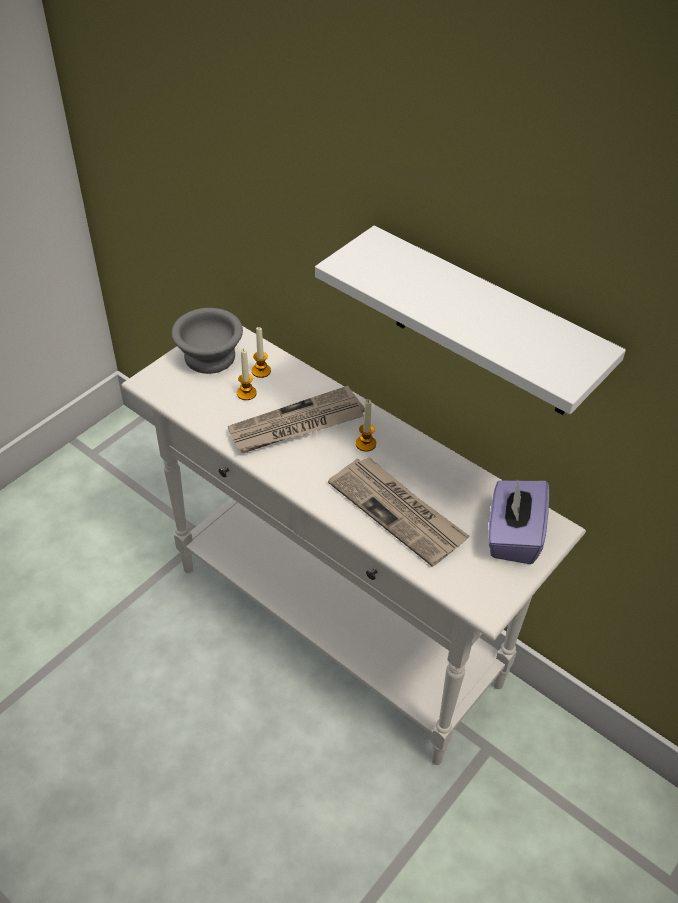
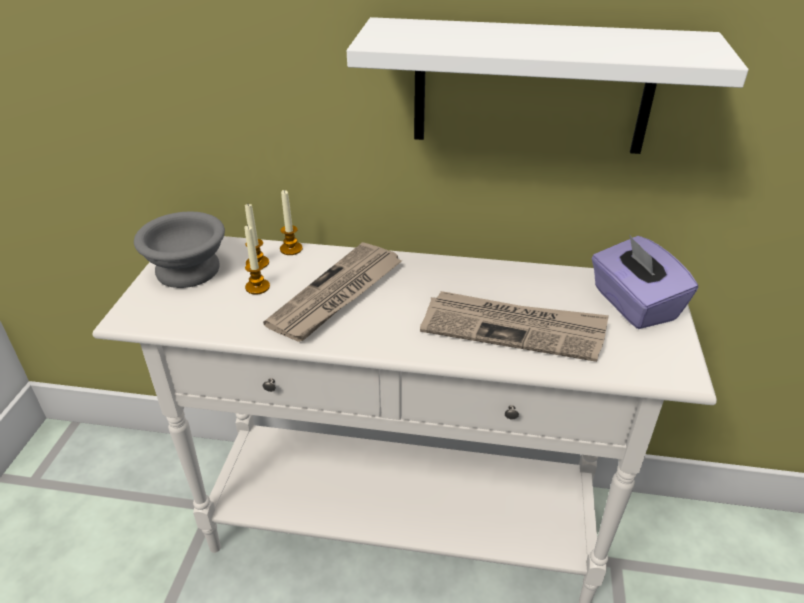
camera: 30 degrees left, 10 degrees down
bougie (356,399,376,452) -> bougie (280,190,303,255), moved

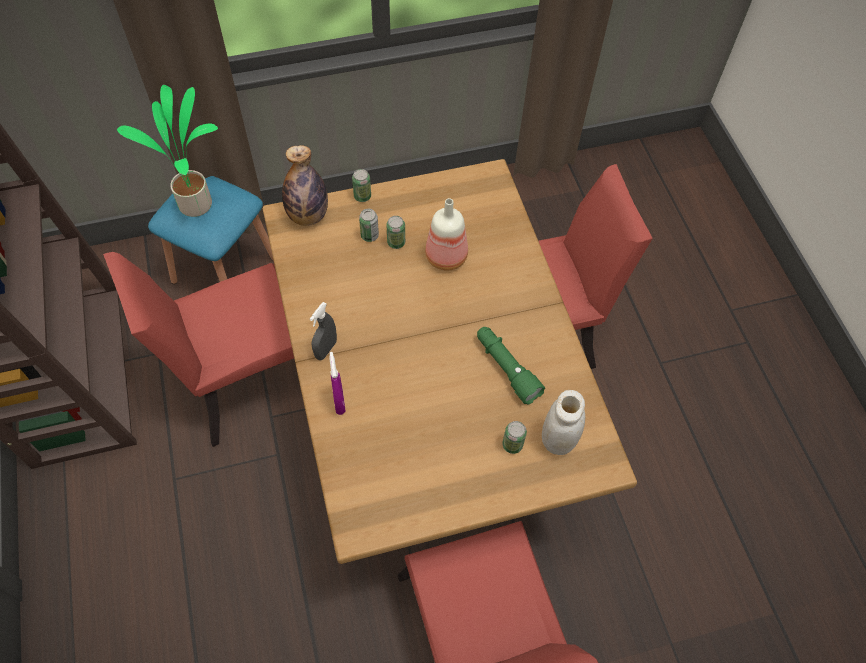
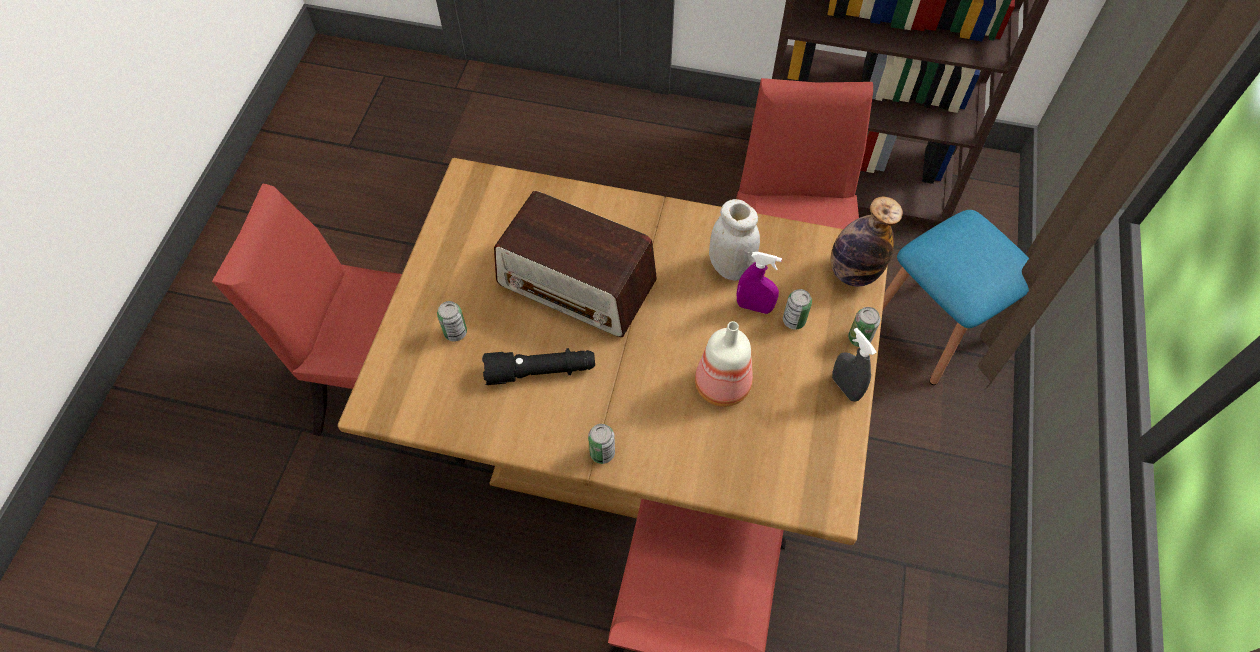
camera: 120 degrees right, 0 degrees up
plante en pot (117,85,218,217) -> none
vaporisateur [gris] (310,302,337,360) -> vaporisateur [gris] (832,328,877,402), moved
vaporisateur [violet] (330,352,346,415) -> vaporisateur [violet] (736,252,782,314), moved
boîte métallique (386,216,405,249) -> boîte métallique (588,424,615,464), moved
lampe de poche [vert] (477,327,545,405) -> lampe de poche [noir] (482,348,595,385)
bocal [blanc] (542,390,585,455) -> bocal [blanc] (709,199,760,281), moved
none -> radio (494,191,657,337)

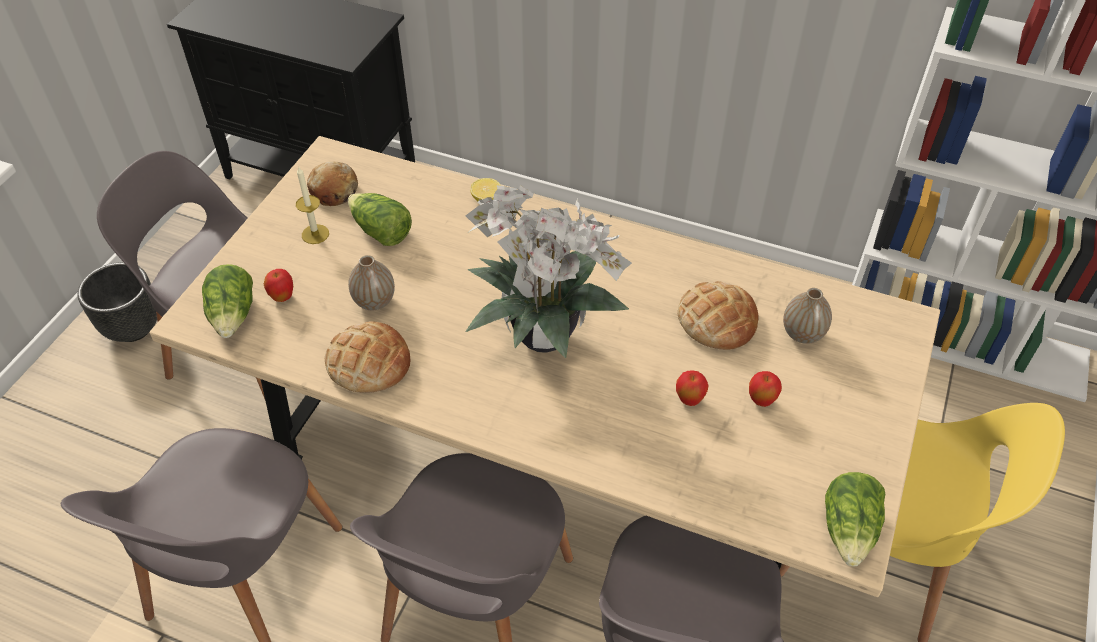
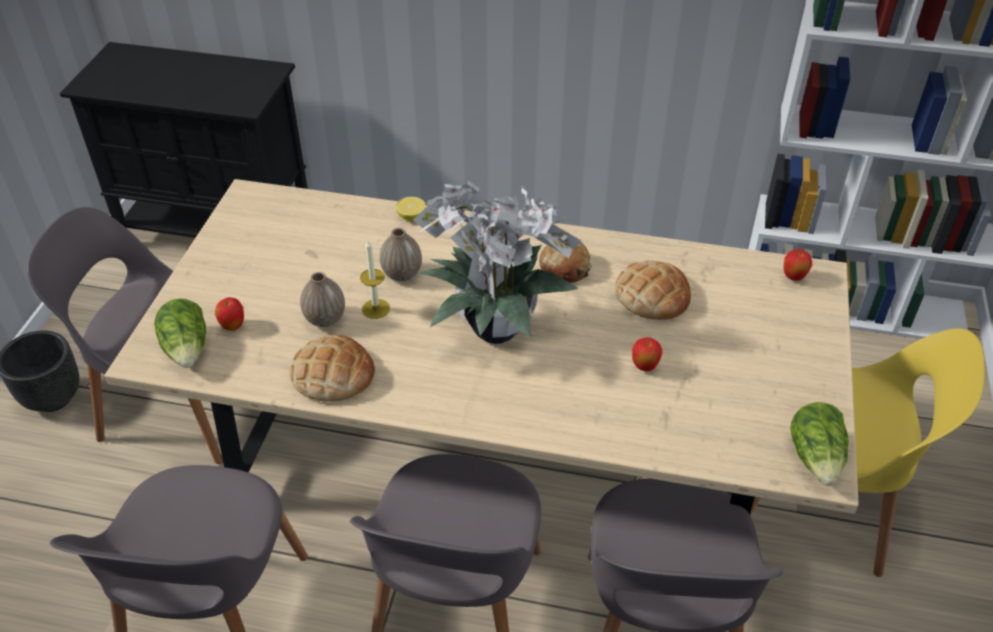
camera: 10 degrees left, 5 degrees down
bougie (296,166,329,244) -> bougie (360,240,390,319), moved
pain (307,162,358,206) -> pain (539,241,592,283), moved
laitue (348,193,412,246) -> none
pomme (749,371,782,407) -> pomme (783,249,812,281), moved
vase (783,288,832,344) -> vase (380,228,422,282), moved

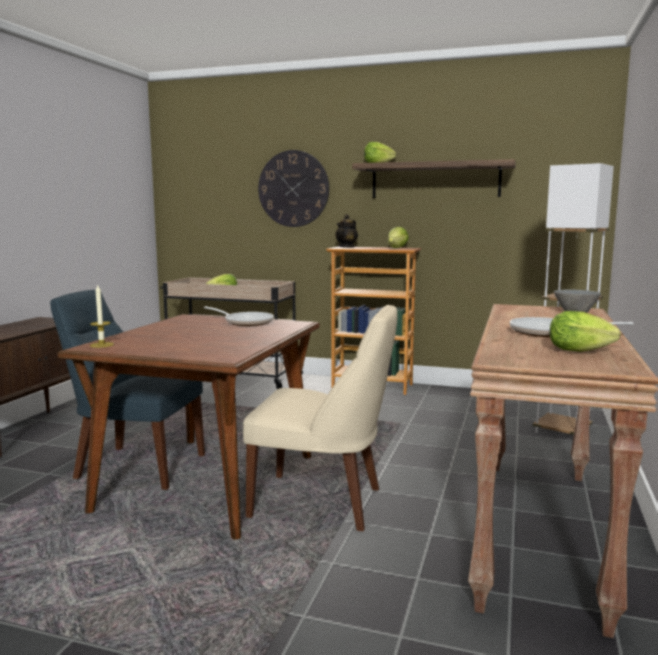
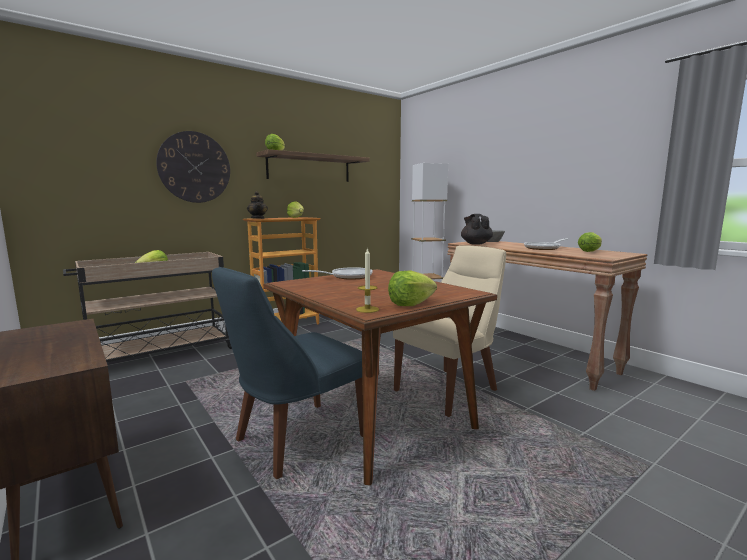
camera: 55 degrees left, 0 degrees up
none -> laitue (388,270,437,306)
none -> théière [noir] (461,214,493,245)

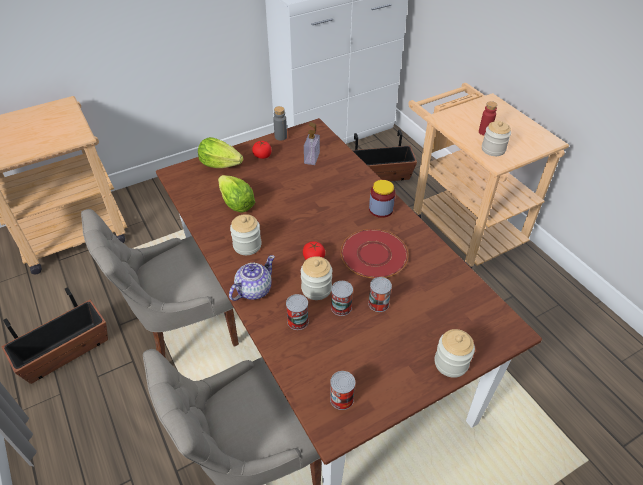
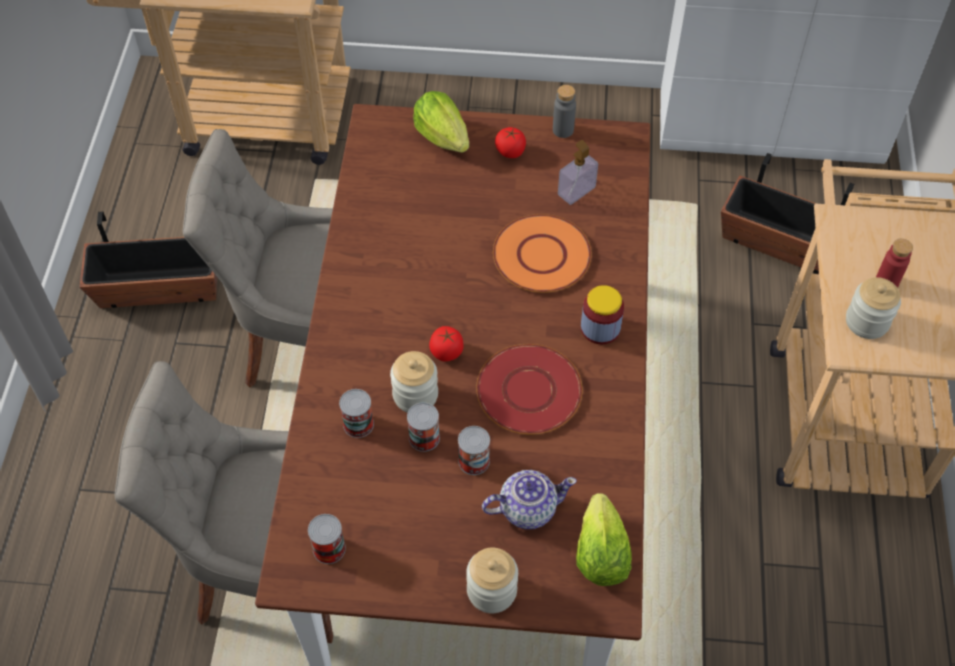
camera: 35 degrees right, 10 degrees up
laitue (218,175,255,213) -> laitue (576,493,632,586), moved
théière (229,255,275,301) -> théière (482,470,577,529), moved
bocal (230,214,262,255) -> none
none -> assiette [orange] (493,214,592,293)

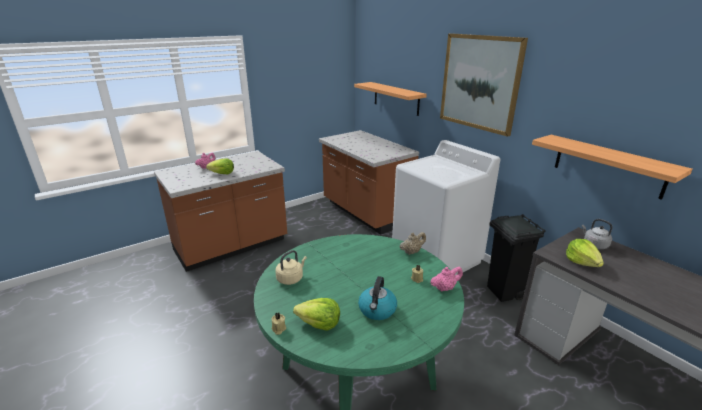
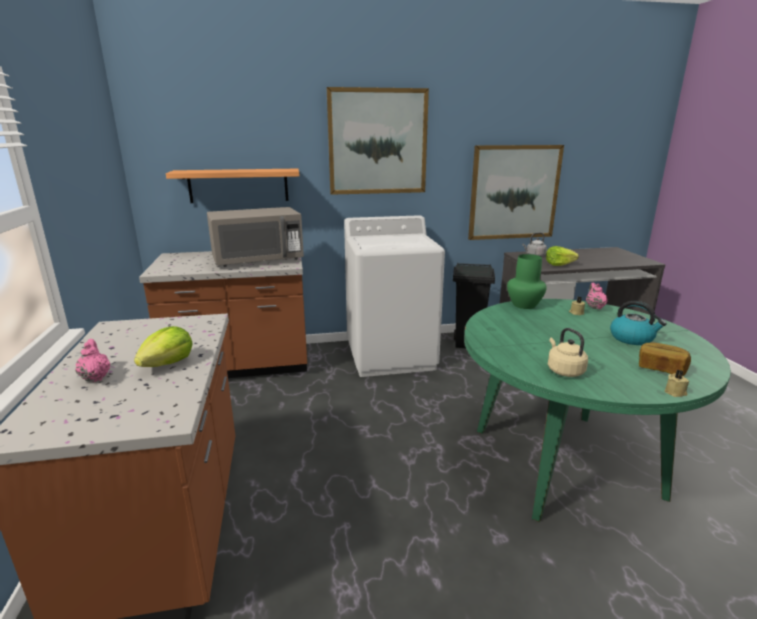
camera: 65 degrees left, 5 degrees down
laitue (293,298,340,331) -> pain (639,343,691,376)
théière [beige] (399,232,426,255) -> vase [vert] (507,254,547,309)
étagère (532,135,693,200) -> tableau (468,145,564,240)
none -> micro-ondes [gris] (207,207,304,267)

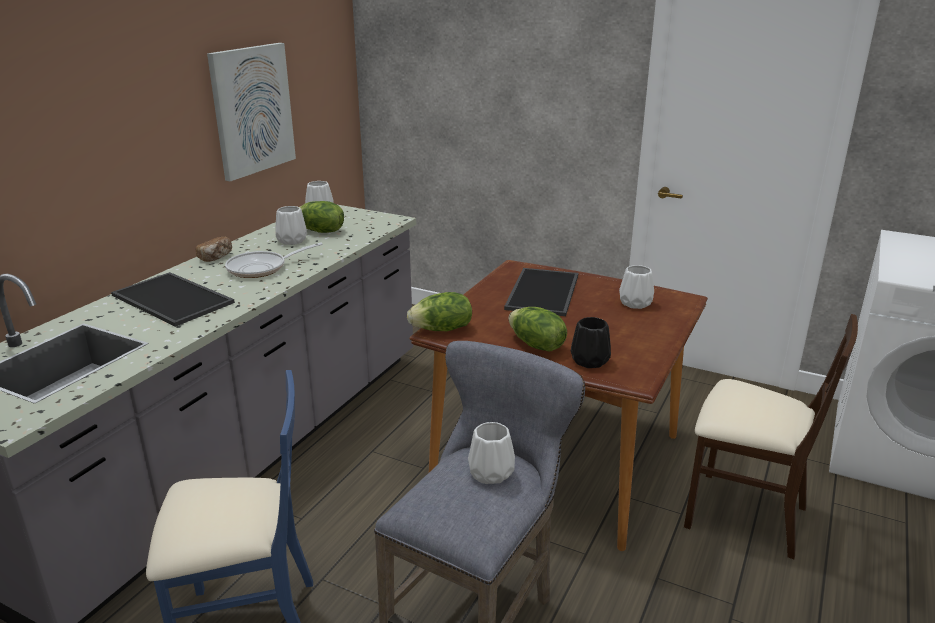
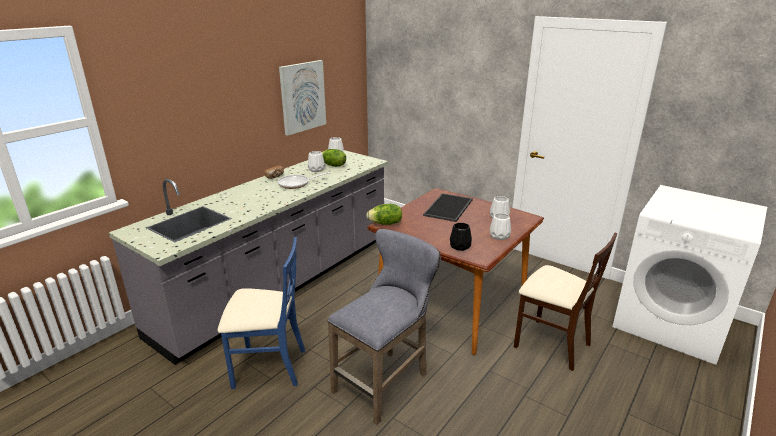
camera: 10 degrees right, 0 degrees up
plateau (111,272,235,327) -> none
vase [blanc] (468,422,515,484) -> vase [blanc] (490,213,511,240), moved
laitue (508,307,567,352) -> none

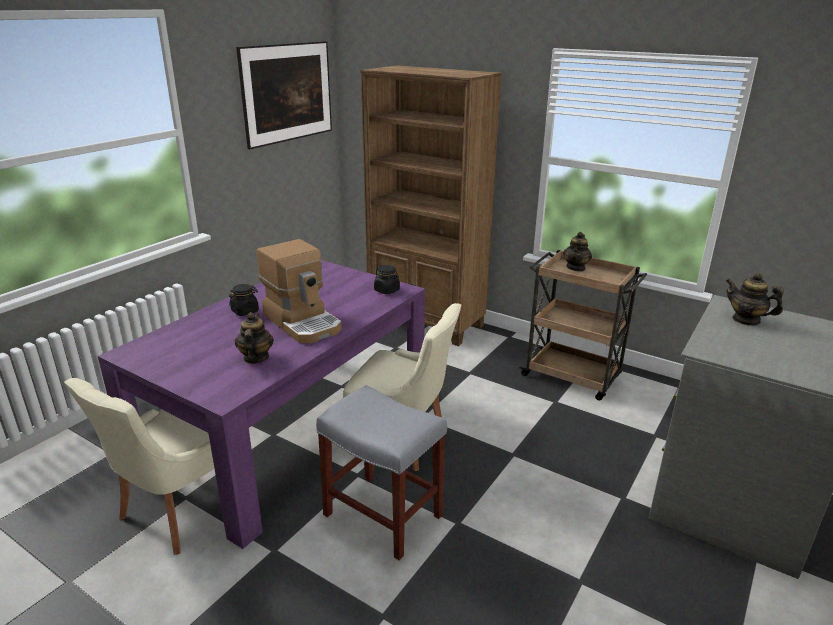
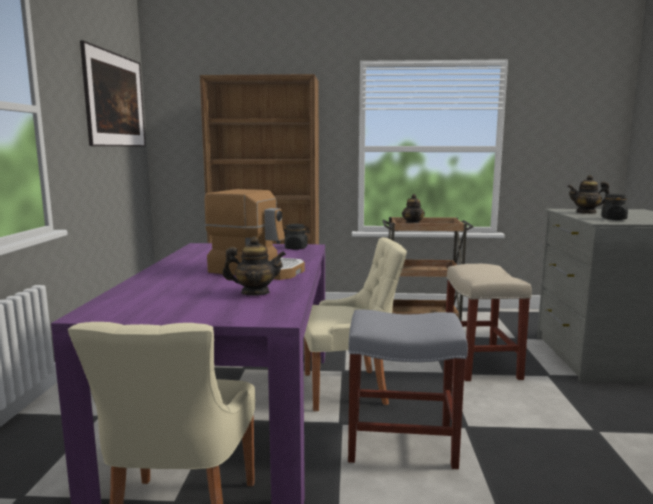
camera: 30 degrees left, 15 degrees down
bocal [noir] (229,284,259,316) -> bocal [noir] (601,194,628,220), moved
théière (235,312,274,364) -> théière (222,237,286,296), 120 degrees clockwise
none -> tabouret [beige] (446,264,532,381)

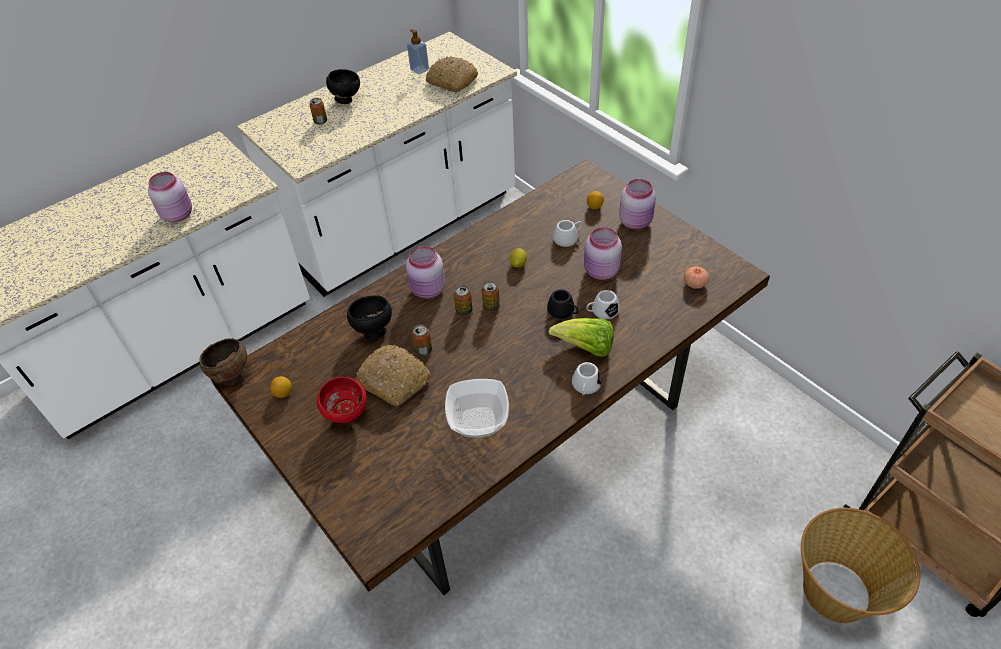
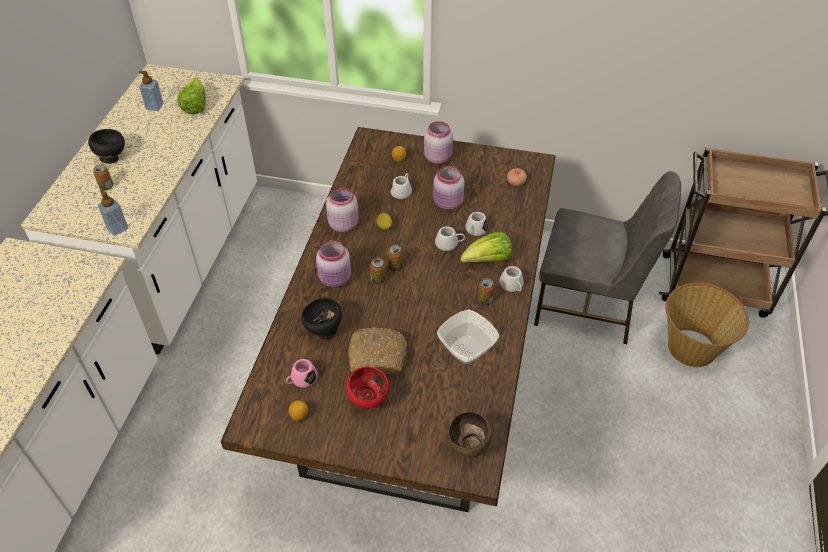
camera: 40 degrees left, 0 degrees up
bocal [rose] (148,172,192,223) -> bocal [rose] (326,187,359,233), moved
bol [marron] (199,338,247,385) -> bol [marron] (447,411,492,457), moved
boîte métallique (412,324,432,356) -> boîte métallique (478,278,495,305), moved
pain (426,56,478,92) -> laitue (177,77,206,114)
mug [noir] (547,289,578,319) -> mug [blanc] (435,226,465,251)
none -> distributeur de savon (98,190,128,236)
none -> mug [rose] (286,359,318,388)
none -> chaise [gris] (534,171,681,344)

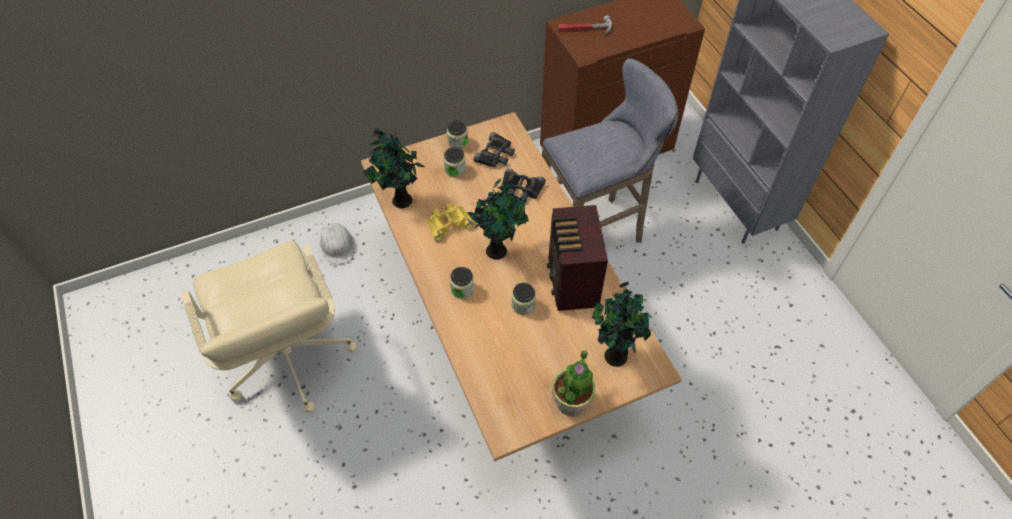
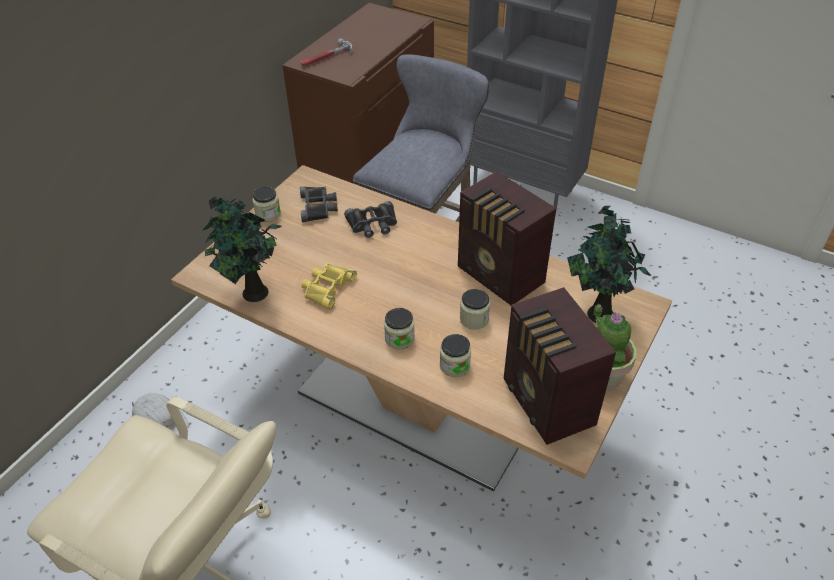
camera: 35 degrees left, 10 degrees down
bocal (444,147,466,177) -> bocal (440,334,471,377), moved
plante en pot (467,178,529,260) -> none
none -> radio (504,287,616,445)

